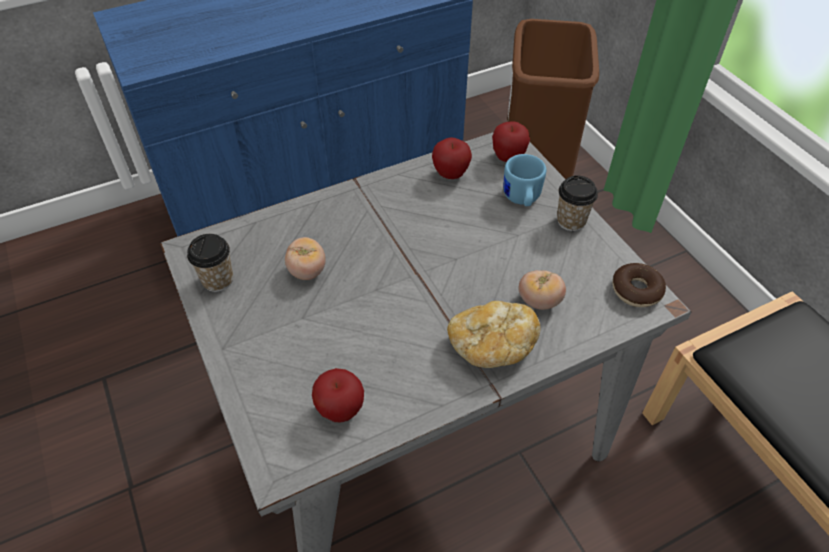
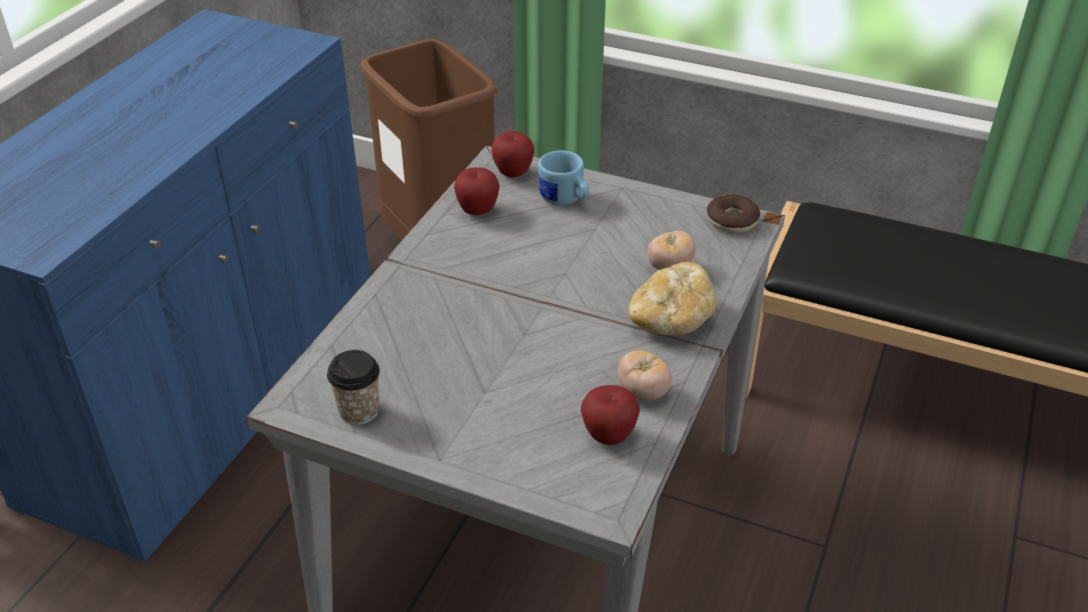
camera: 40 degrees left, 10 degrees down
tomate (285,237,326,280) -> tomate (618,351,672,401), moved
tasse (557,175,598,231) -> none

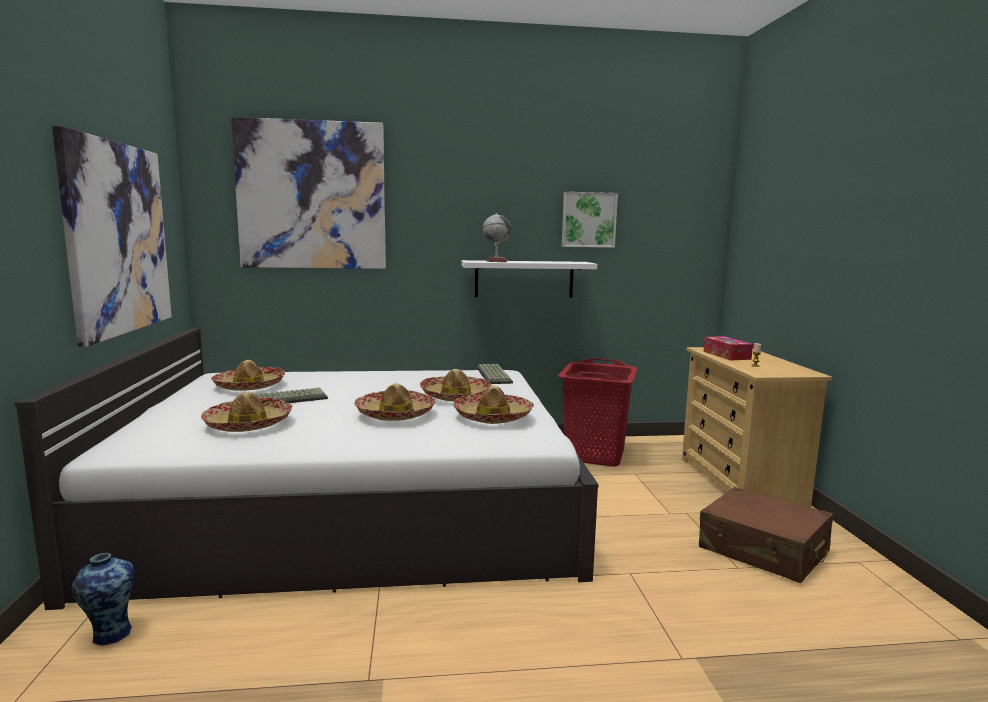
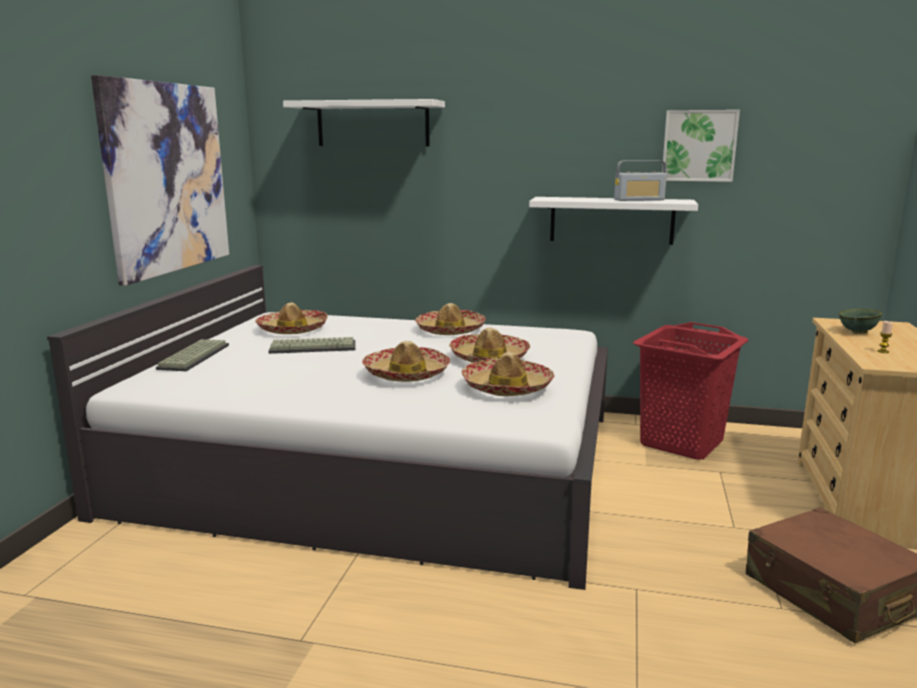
camera: 20 degrees right, 5 degrees up
vase (71,553,135,646) -> none
chapeau (201,392,293,432) -> chapeau (415,303,486,335), moved
tableau (231,117,386,269) -> étagère [blanc] (283,99,445,147)
clavier (477,364,513,384) -> clavier (156,339,229,371), moved
globe (483,213,511,262) -> none
boîte à mouchoirs (703,336,753,361) -> bol [vert] (838,309,882,334)
none -> radio (614,160,667,201)

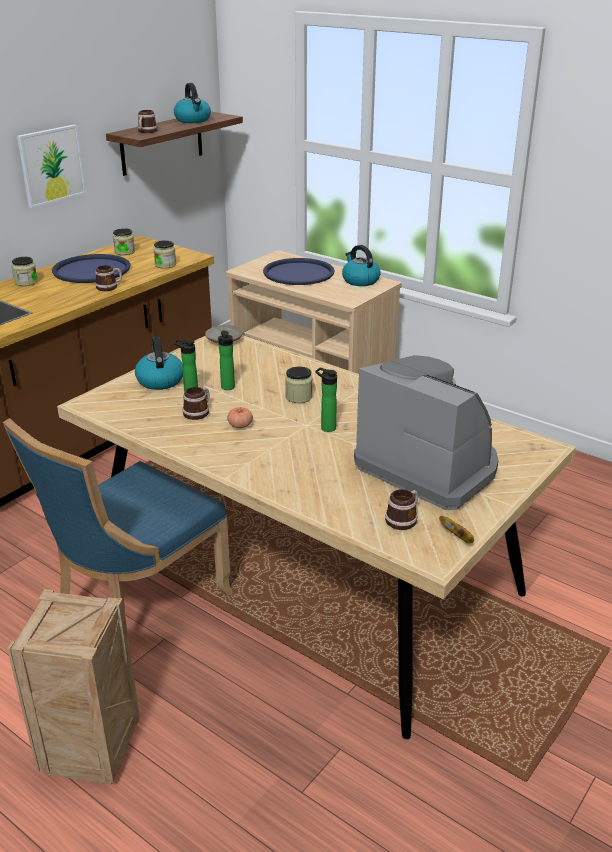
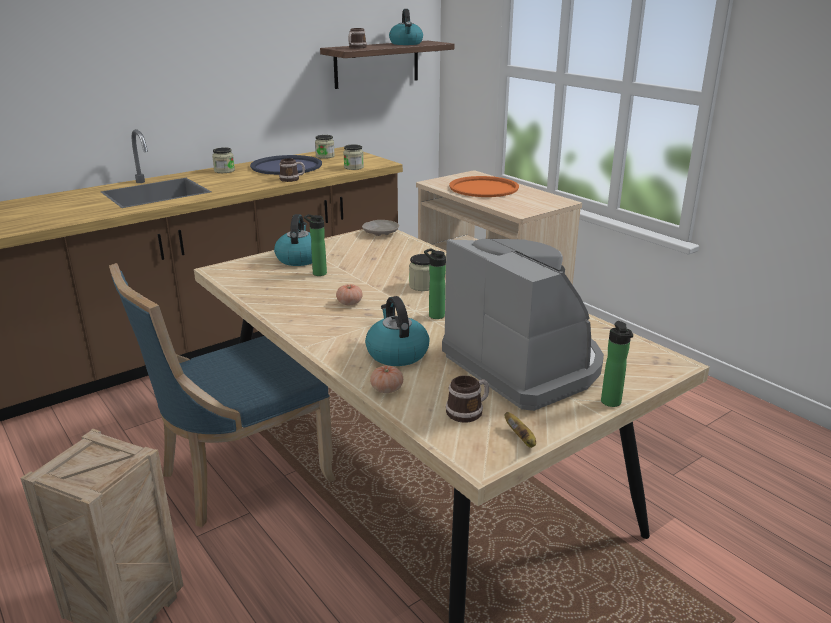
camera: 15 degrees right, 5 degrees down
tableau (17,125,86,208) -> none
mug (182,387,210,420) -> none
bouteille (218,330,235,390) -> bouteille (601,321,633,407), moved
plateau [bleu] (263,258,335,285) -> plateau [orange] (449,176,519,197)
bouilloire (342,245,380,286) -> bouilloire (365,296,430,366), moved
none -> tomate (370,366,403,393)

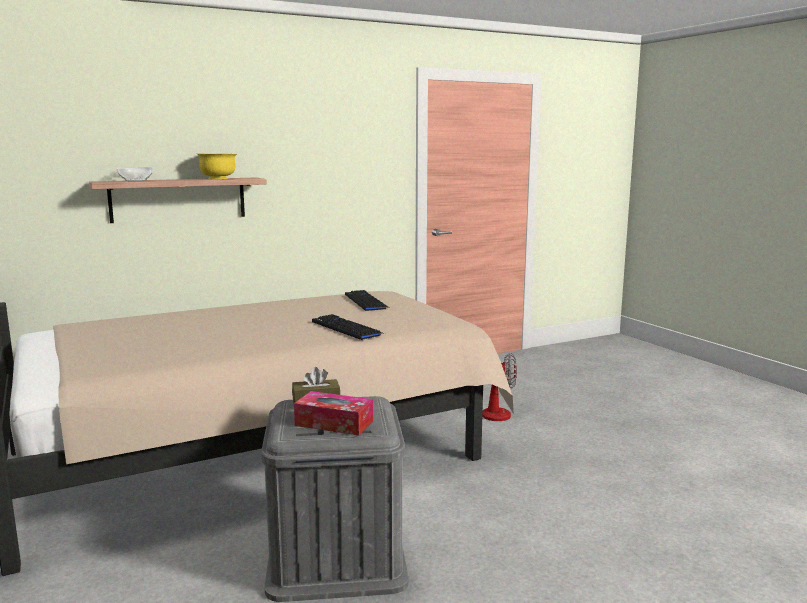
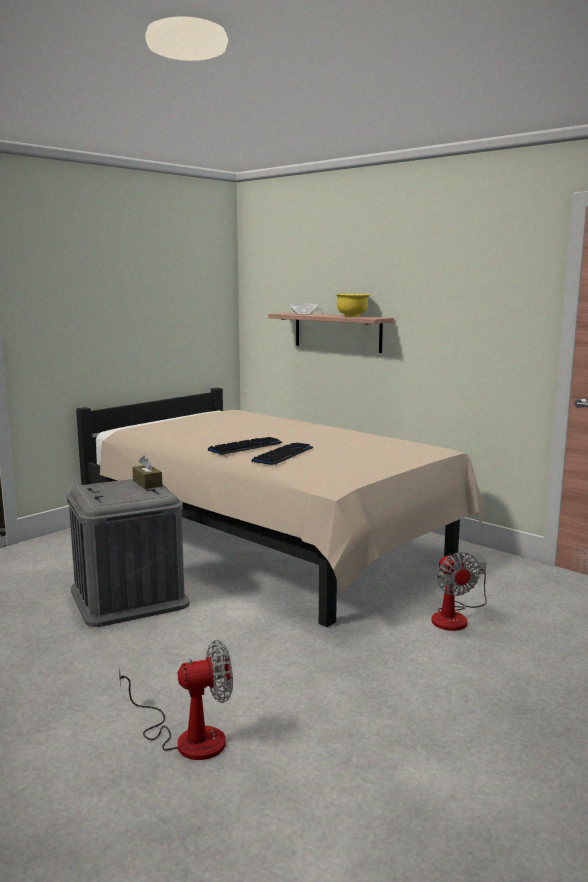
camera: 70 degrees right, 0 degrees up
boîte à mouchoirs (294,391,373,435) -> none
clavier (345,290,389,311) -> clavier (208,437,283,455), moved
none -> ventilateur (119,640,233,760)

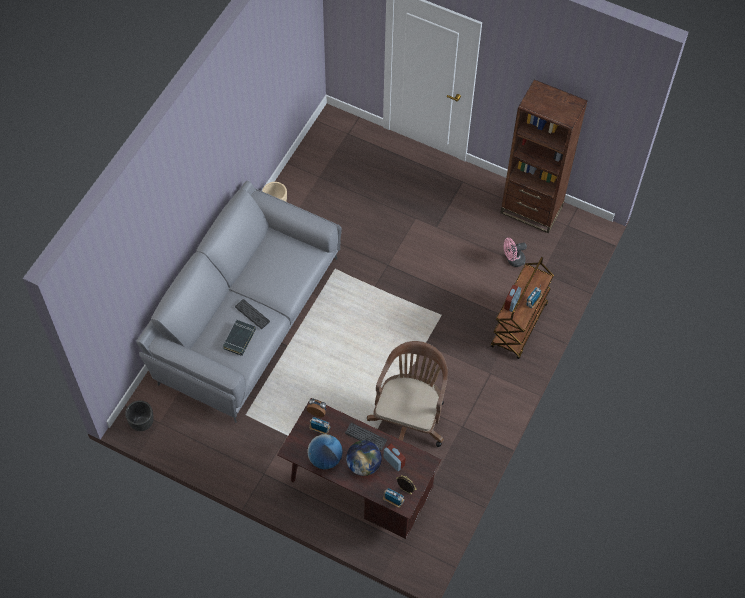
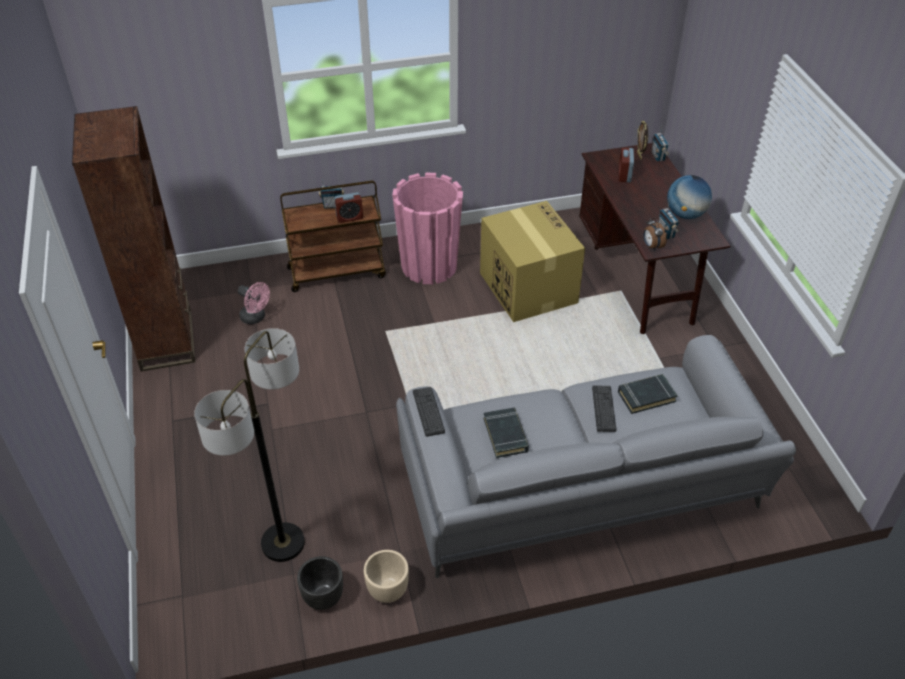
camera: 130 degrees left, 15 degrees down
cache-pot [noir] (125,400,154,431) -> cache-pot [noir] (297,556,343,610), moved
clavier (345,423,387,450) -> clavier (413,387,445,437), moved
globe (346,440,382,476) -> none
chaise de bureau [marron] (367,341,448,447) -> carton (480,201,585,322)
none -> lampadaire (194,328,305,562)
none -> cache-pot [rose] (392,172,463,284)
none -> livre [noir] (484,408,529,458)

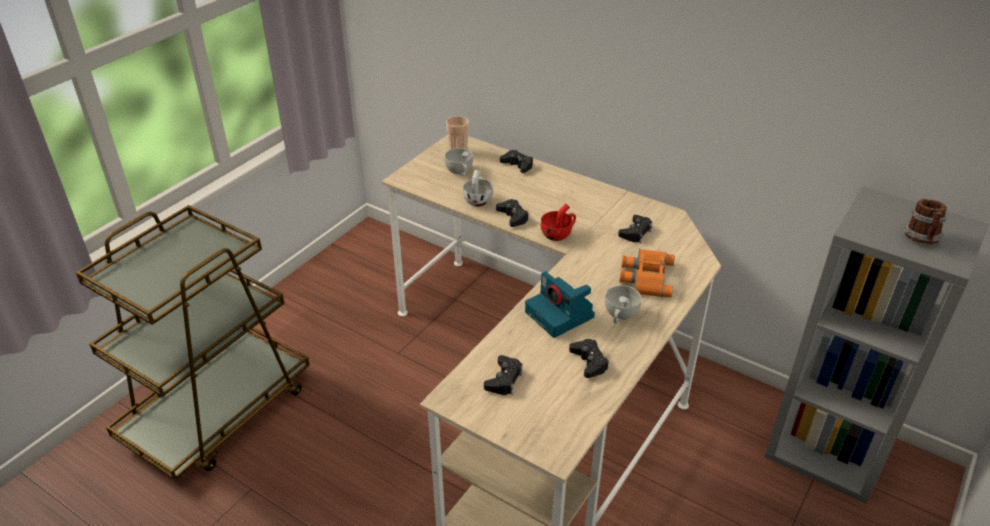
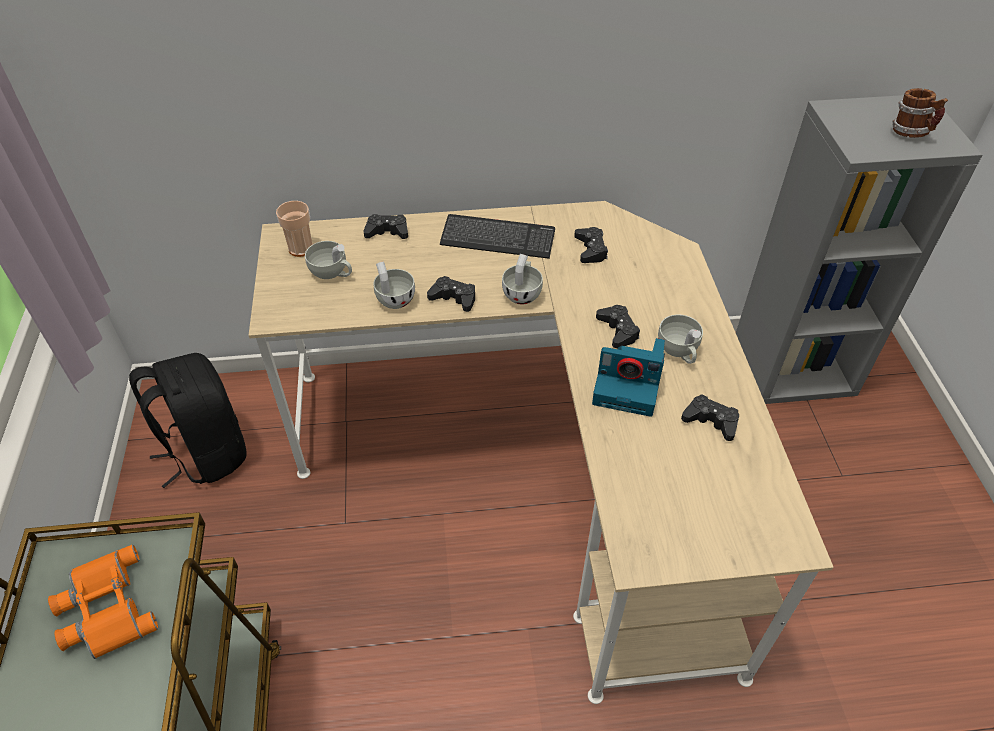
camera: 40 degrees left, 10 degrees up
manette [noir] (484,355,523,395) -> manette [noir] (596,305,640,348), moved
tasse [rouge] (541,203,576,241) -> tasse [blanc] (502,254,543,304)
jumelles [orange] (619,249,675,298) -> jumelles [orange] (48,545,158,659), moved
none -> sac à dos [noir] (129,353,246,488)
none -> clavier (440,214,555,259)

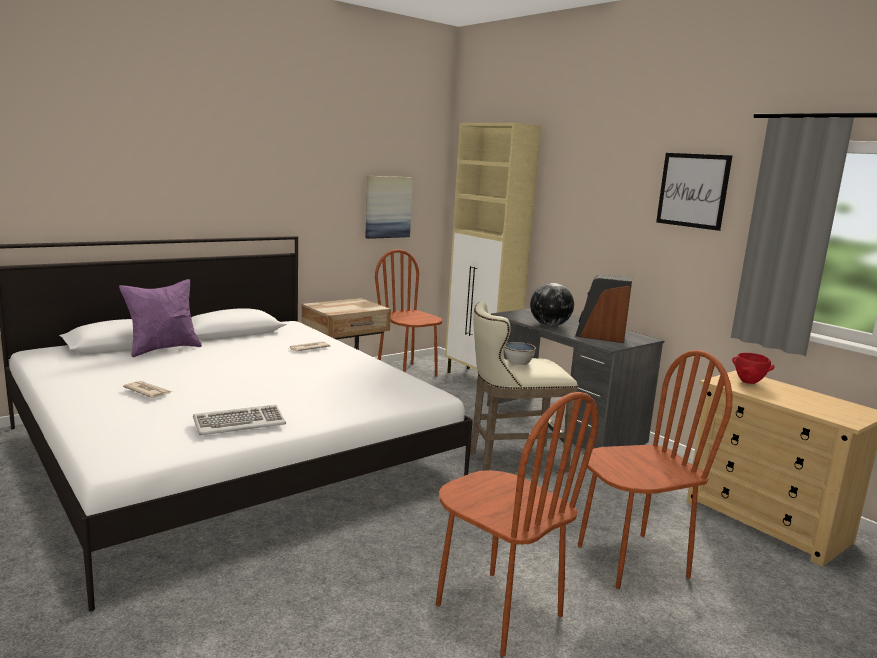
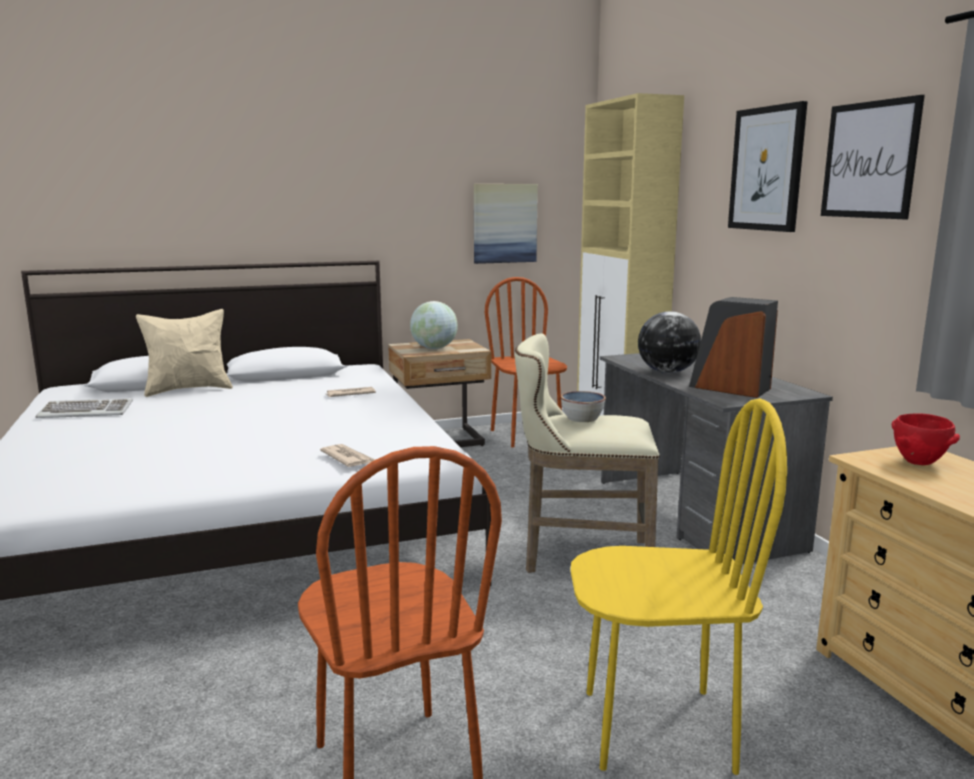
camera: 20 degrees right, 0 degrees up
coussin [violet] (119,279,202,357) -> coussin [beige] (136,309,233,397)
journal (123,381,172,398) -> journal (320,444,375,467), moved
clavier (193,405,286,435) -> clavier (36,398,133,418), moved
chaise [marron] (578,350,732,589) -> chaise [jaune] (570,398,787,775)
none -> globe (410,301,458,349)
none -> tableau (728,101,808,232)

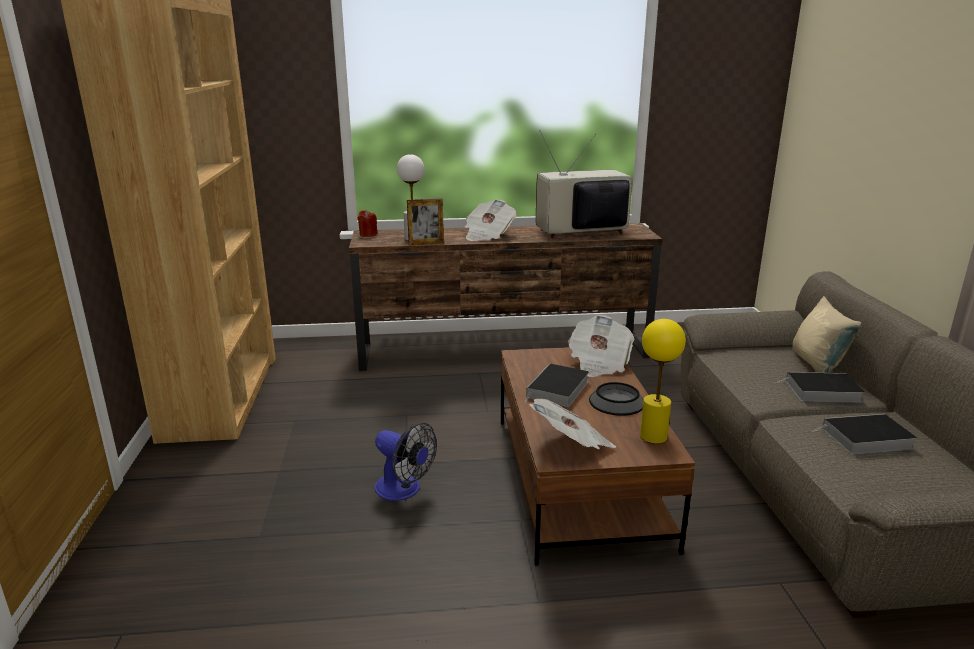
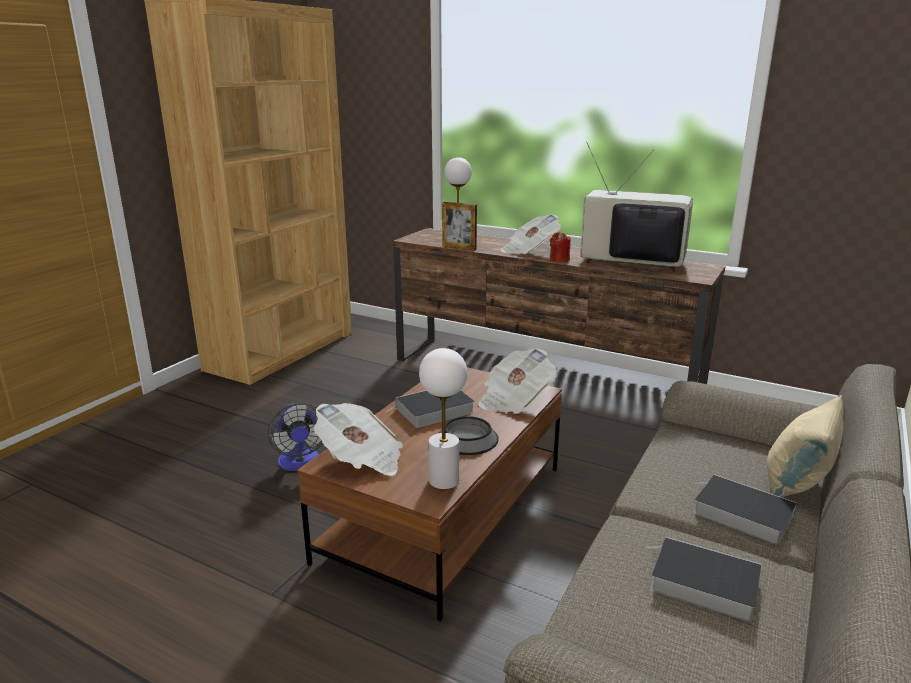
camera: 35 degrees right, 0 degrees up
bougie [rouge] (358,210,378,237) -> bougie [rouge] (550,232,570,262), moved
lampe de table [jaune] (640,319,686,444) -> lampe de table [blanc] (419,348,467,489)

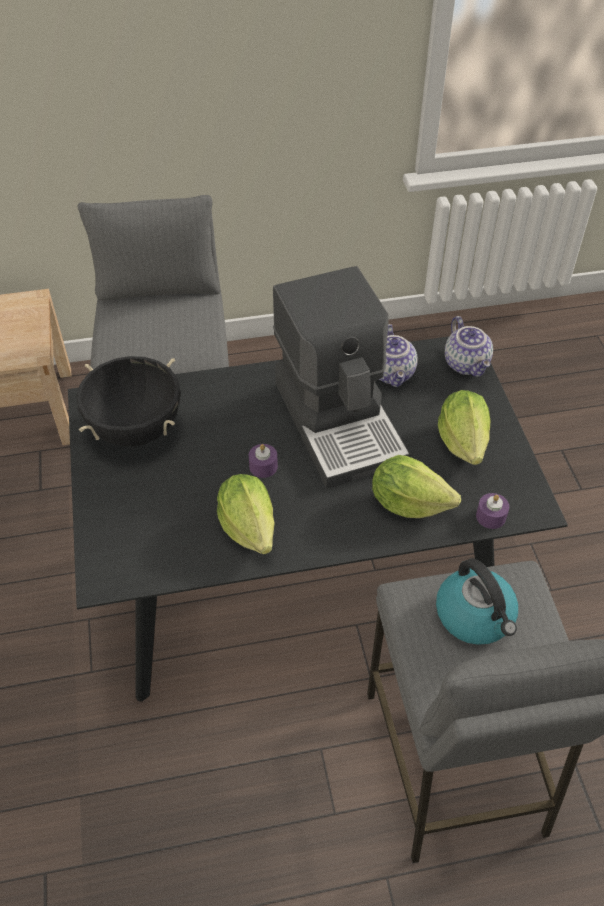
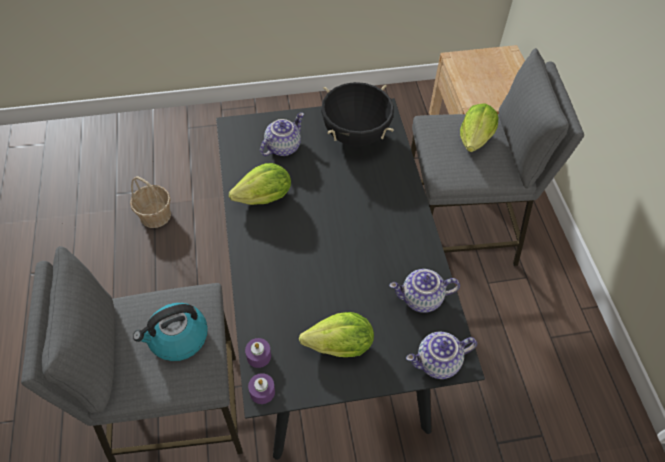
camera: 90 degrees right, 5 degrees up
bougie [violet] (249,444,278,478) -> bougie [violet] (248,373,275,404), moved
machine à café (273,266,410,489) -> none
laitue (372,455,461,518) -> laitue (460,103,499,152), moved
none -> panier (130,176,171,228)
none -> théière (260,113,304,156)

